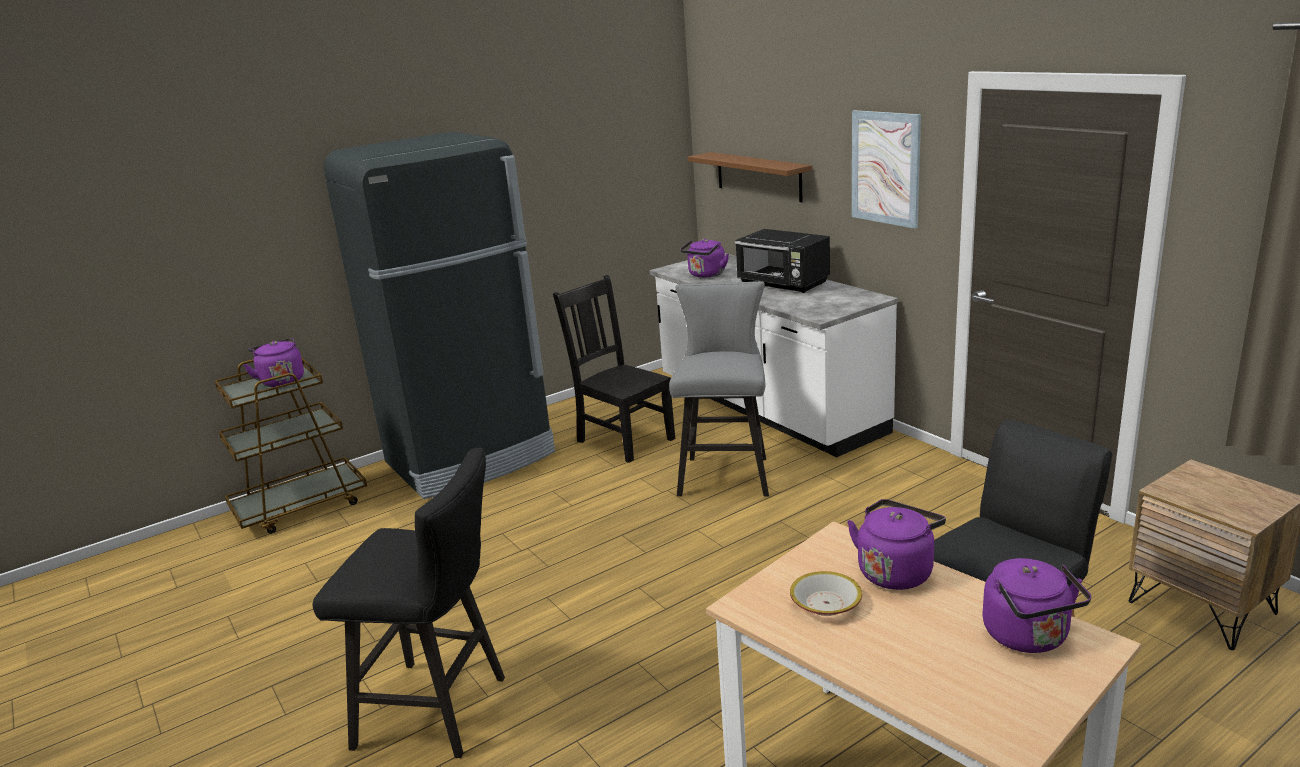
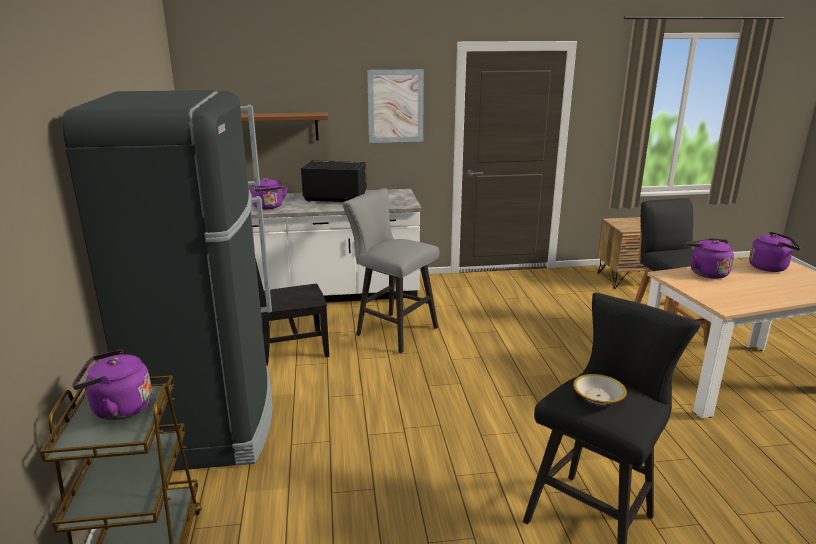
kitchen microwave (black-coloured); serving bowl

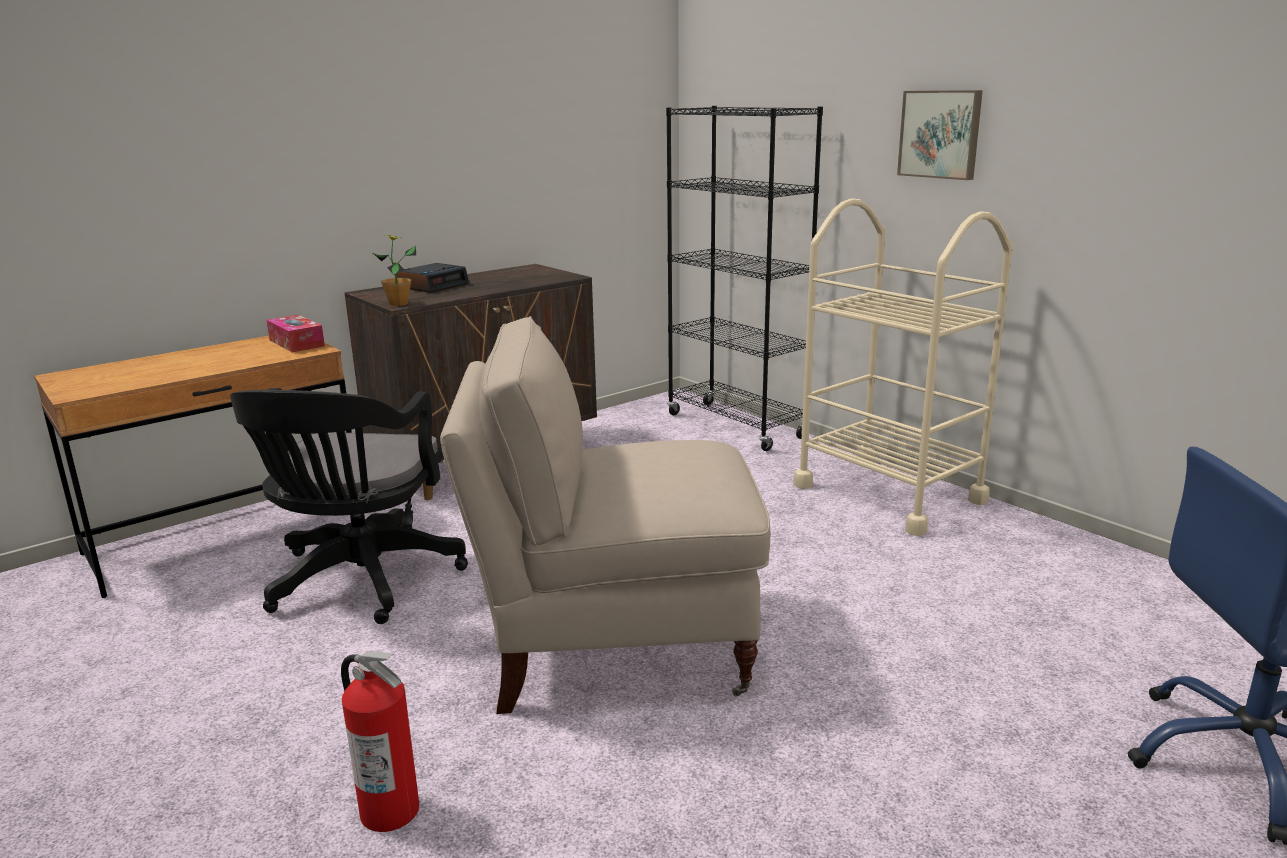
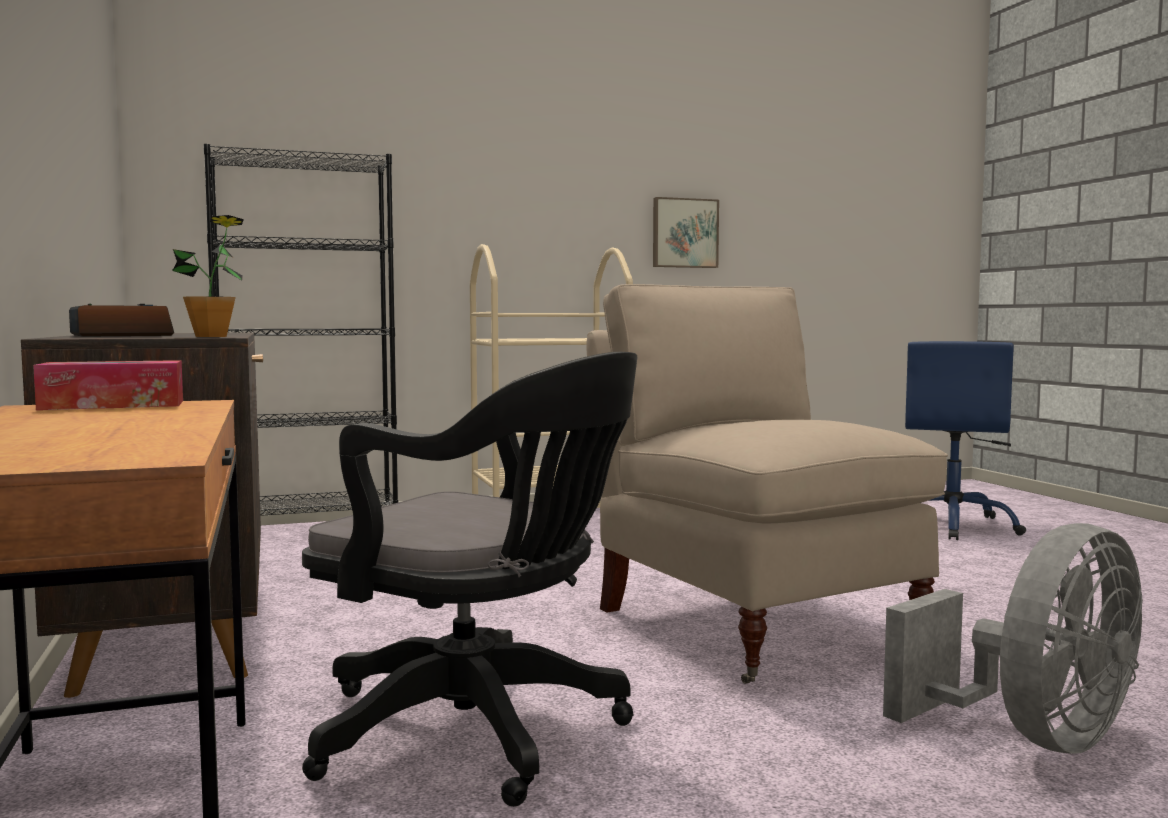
chair (sand-coloured); picture; cooling fan (greyish)

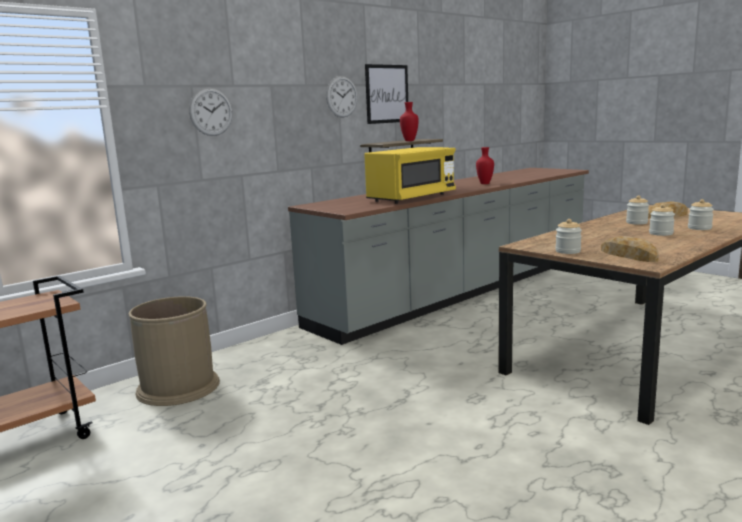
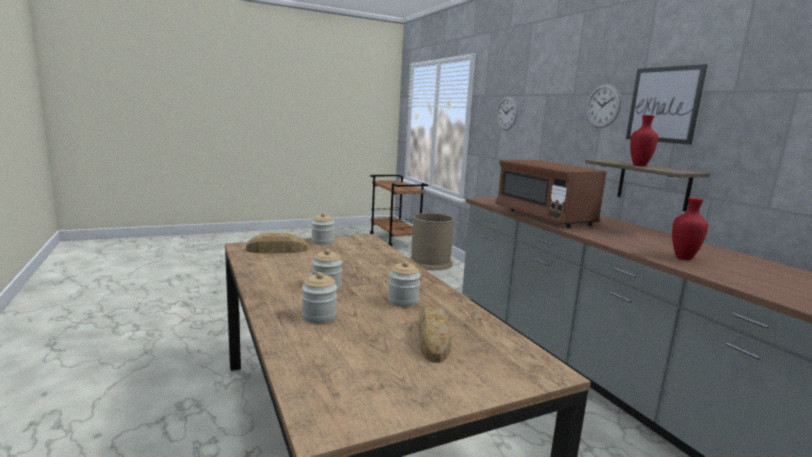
kitchen microwave (brown)

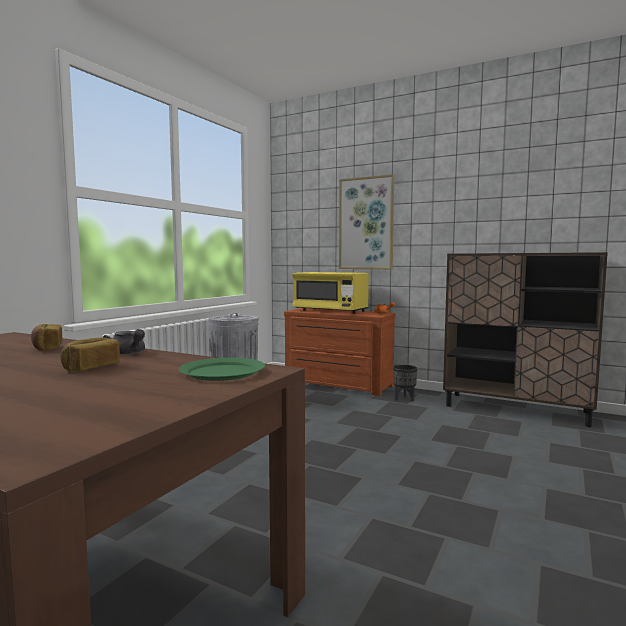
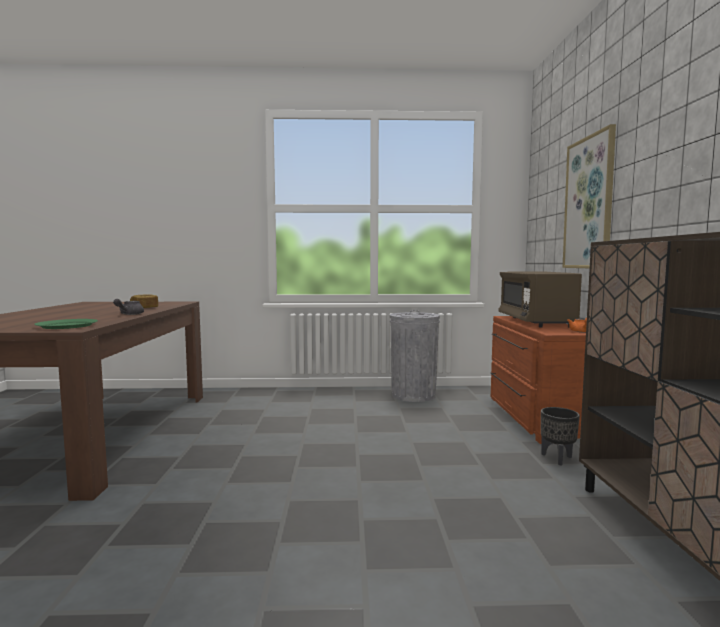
kitchen microwave (brown); bakery bread (no. 2 from left in the first image)

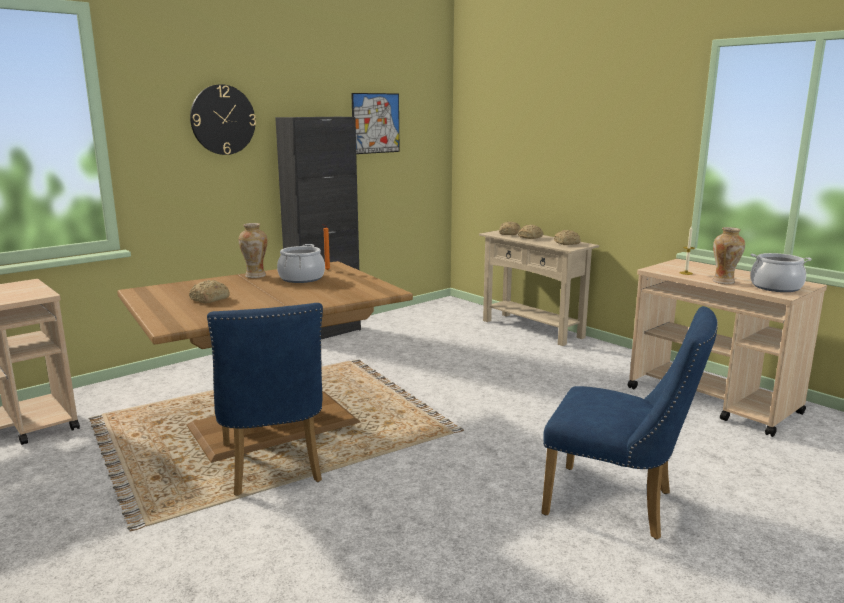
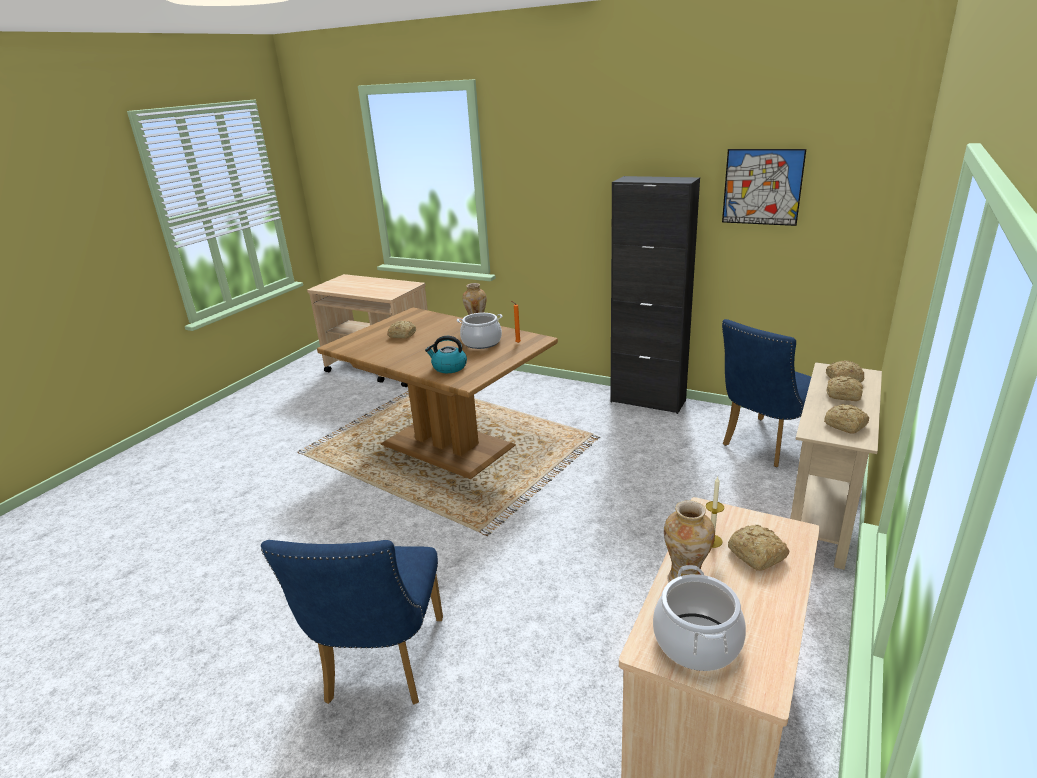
water kettle; chair (blue-coloured) (no. 2 from left); bakery bread (no. 2 from left); hanging clock

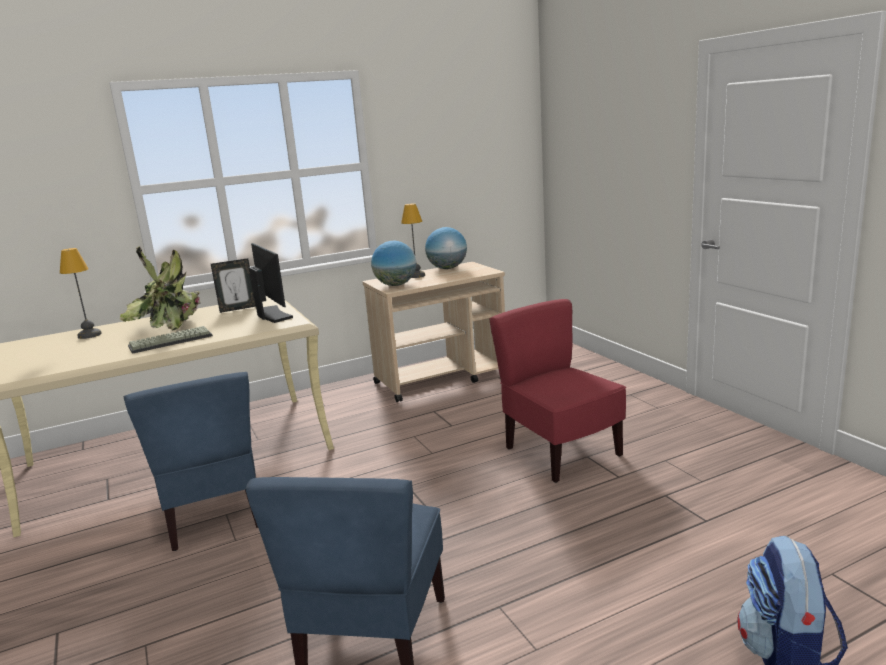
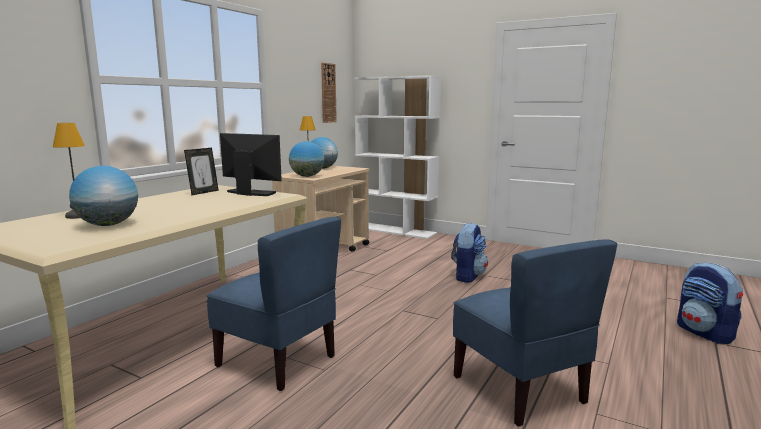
globe (no. 1 from left); hanging clock; bookshelf (whitish); rucksack (no. 1 from left); plant in a pot; keyboard

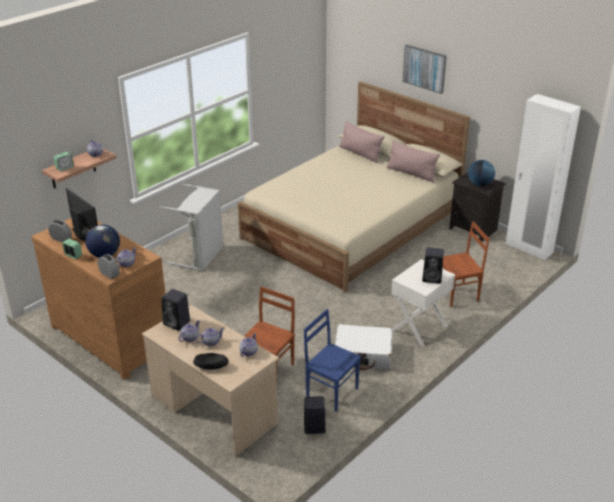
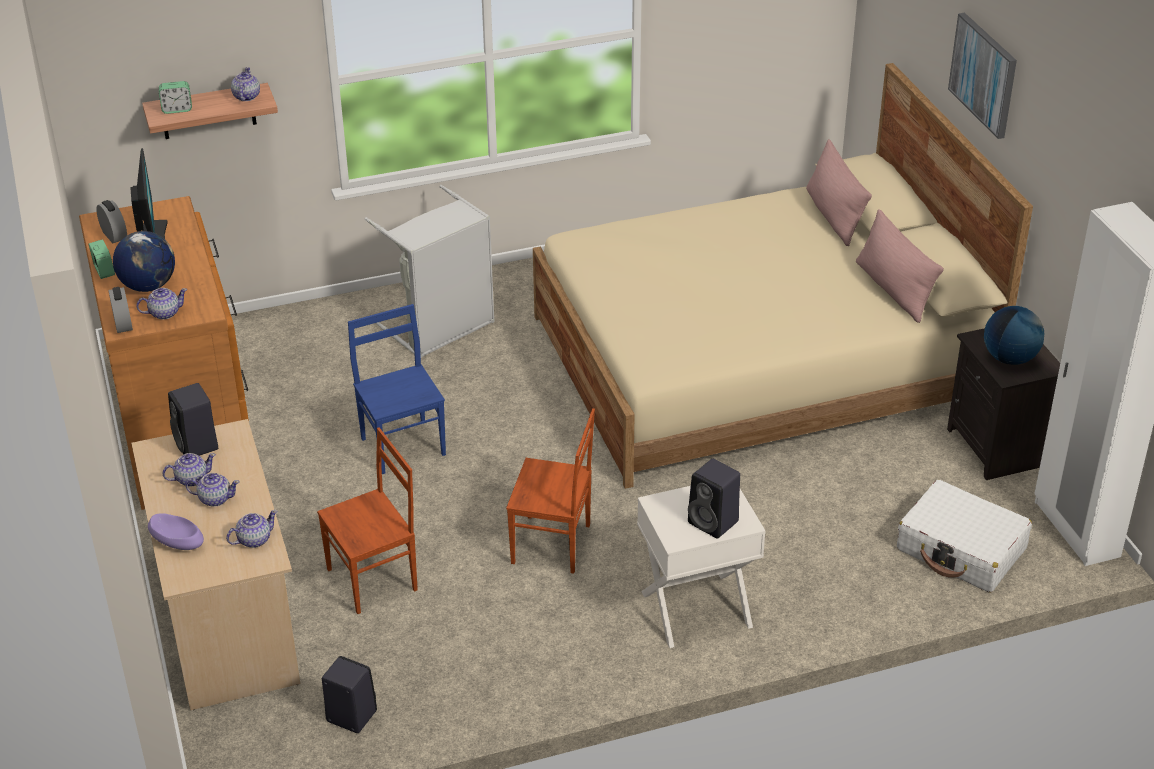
serving bowl (purple); chair (blue-coloured); chair (brown) (no. 2 from left); piece of luggage (whitish)

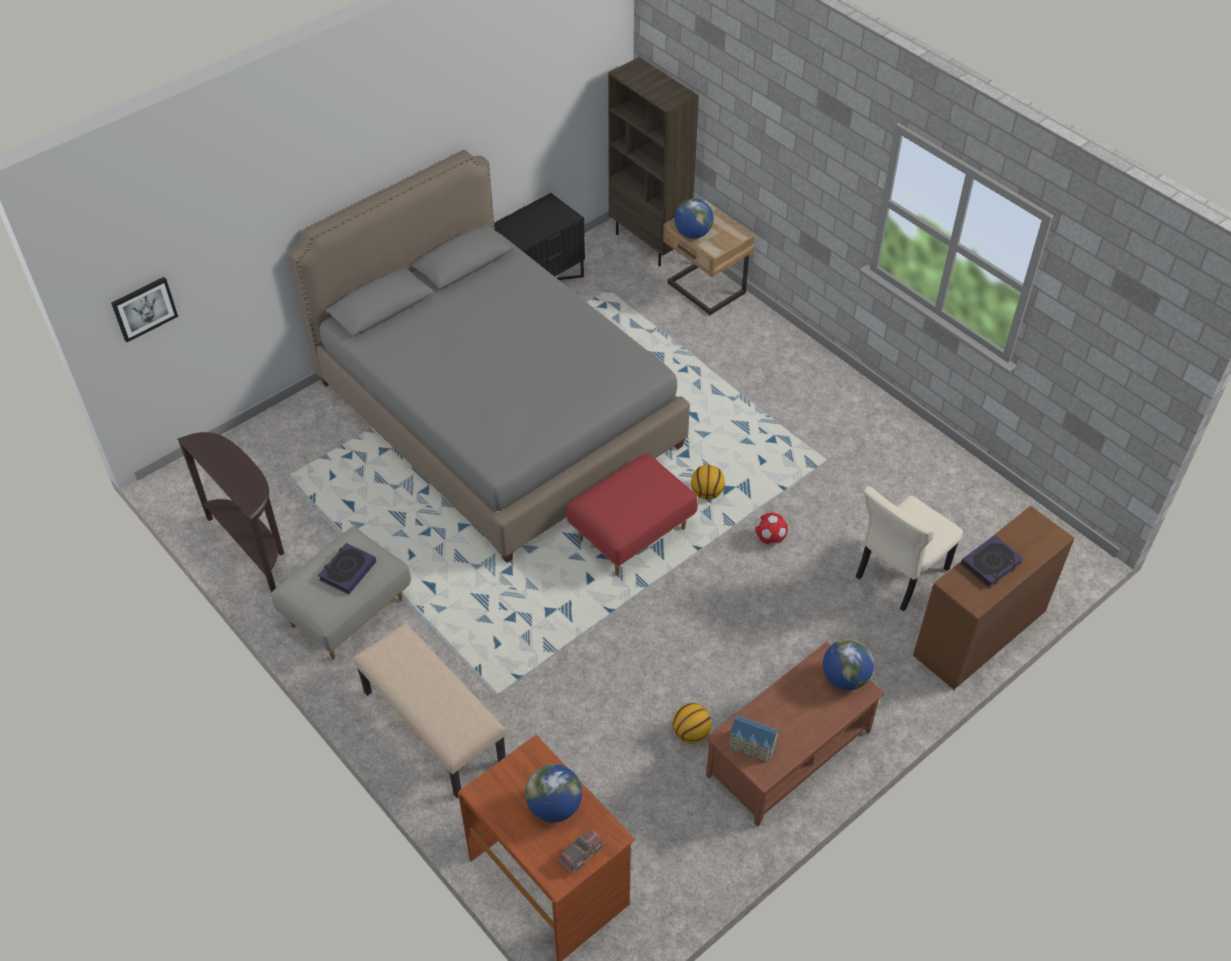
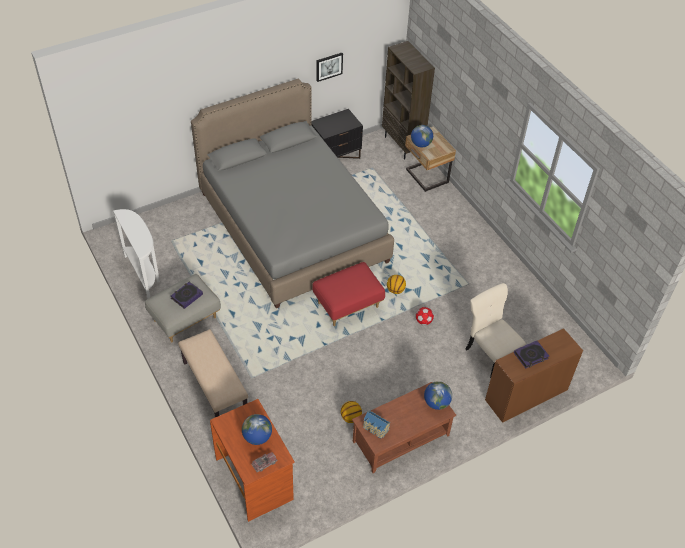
console table (whitish); picture; chair (sand-coloured)

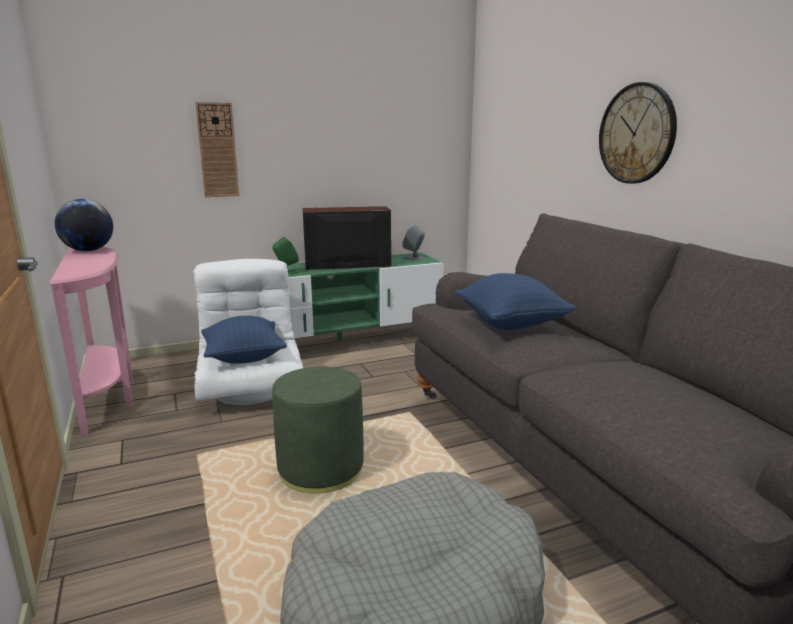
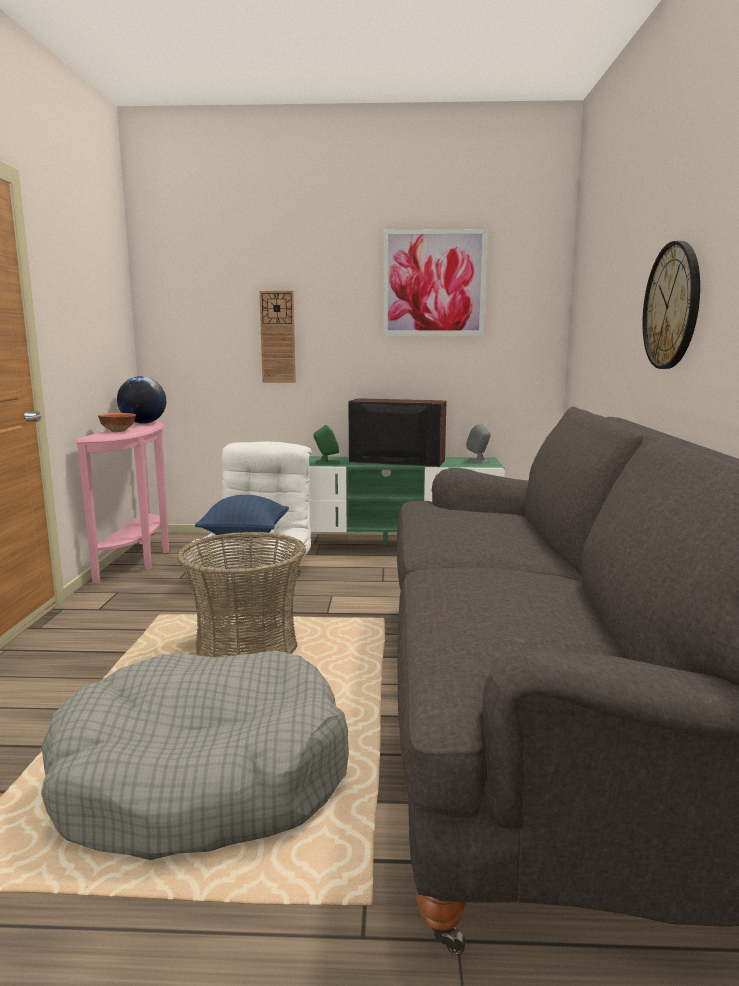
serving bowl; storage basket; picture; throw pillow (blue-coloured) (no. 2 from left in the first image)

